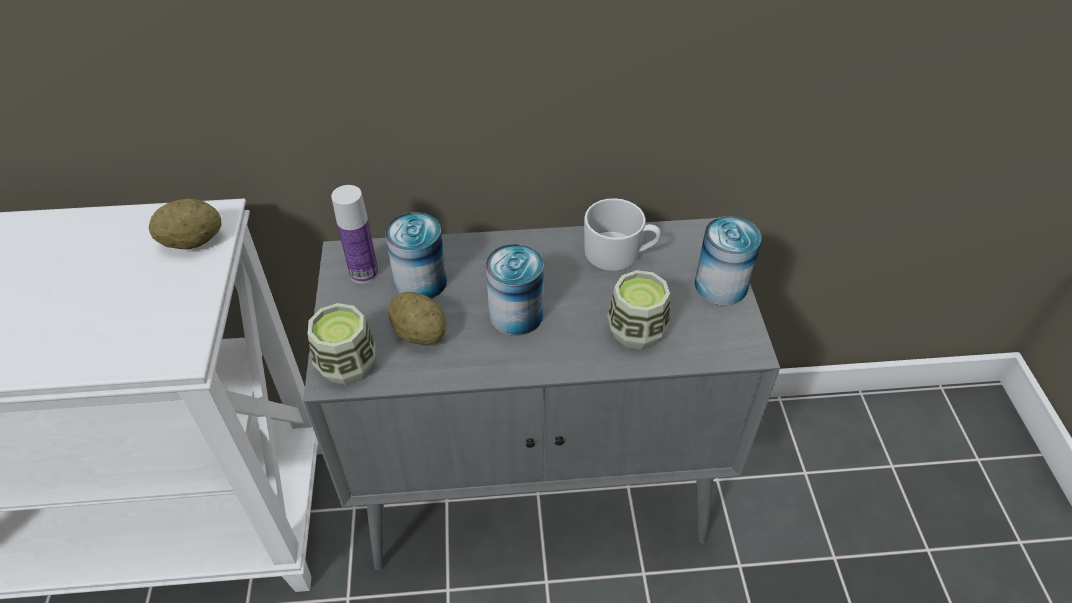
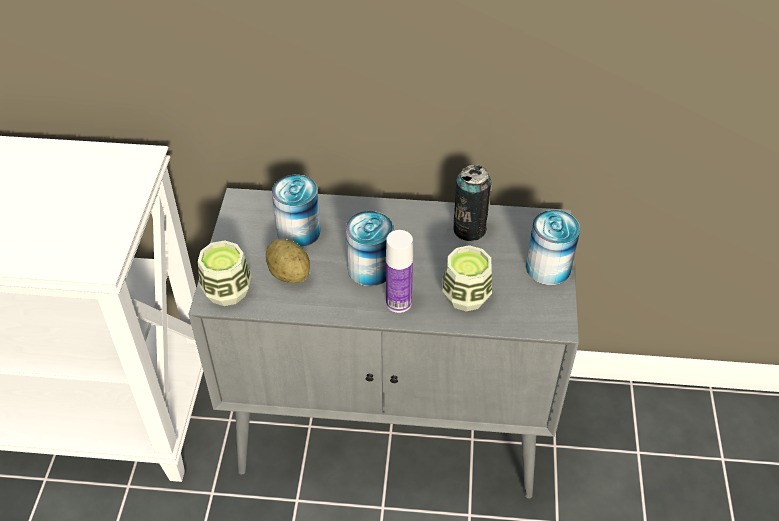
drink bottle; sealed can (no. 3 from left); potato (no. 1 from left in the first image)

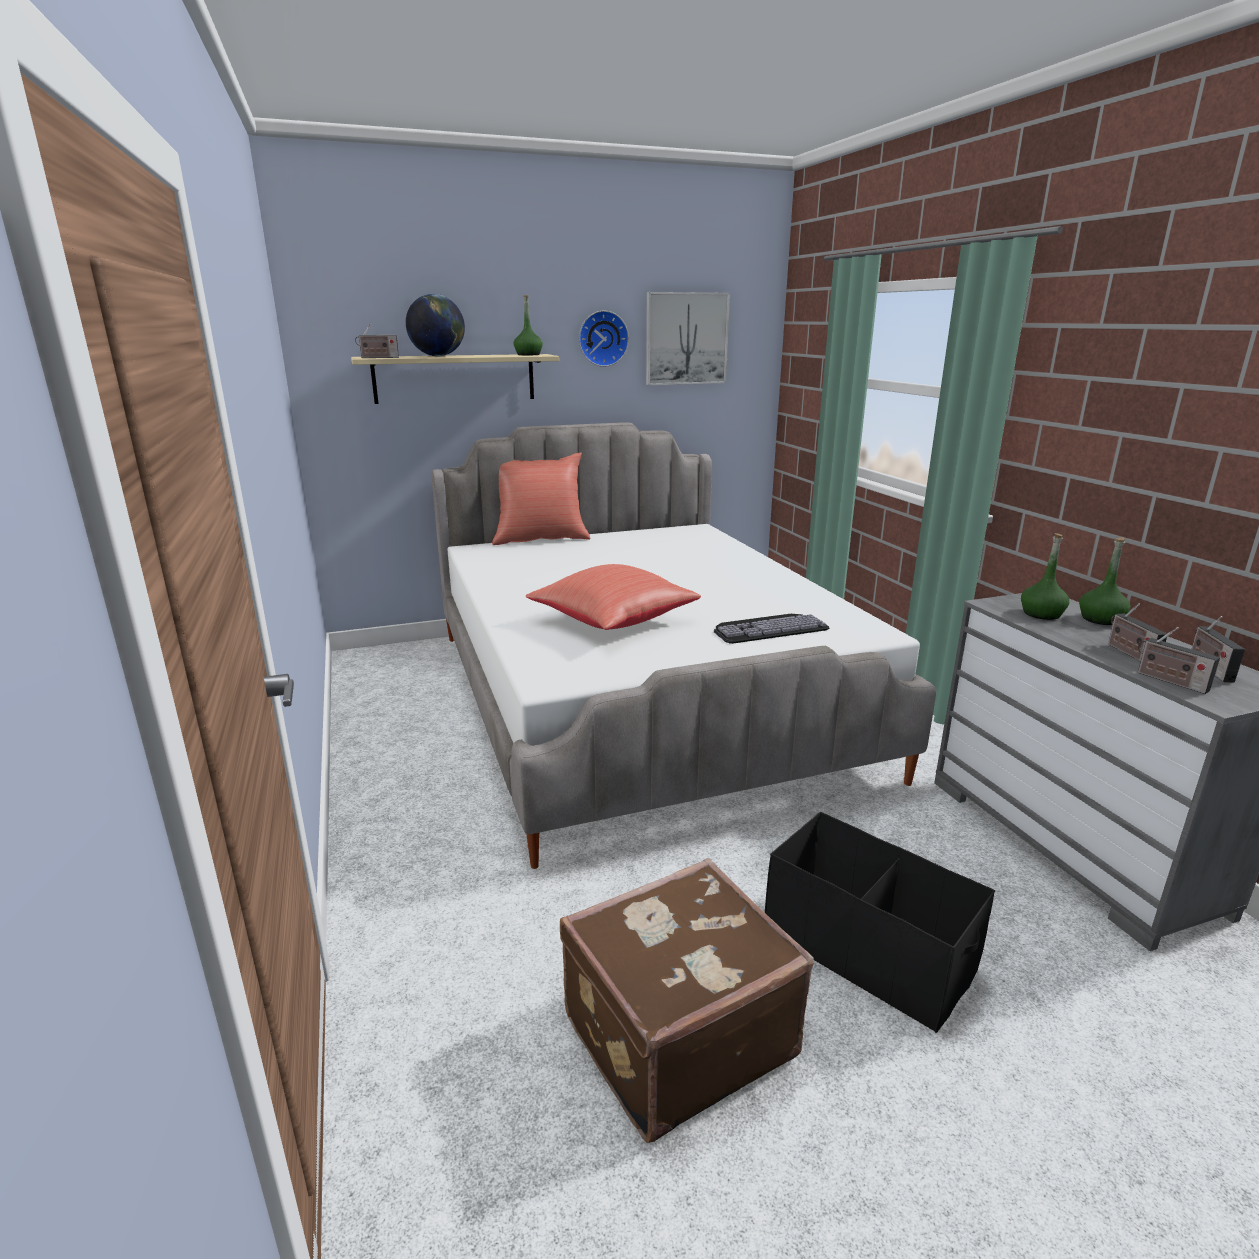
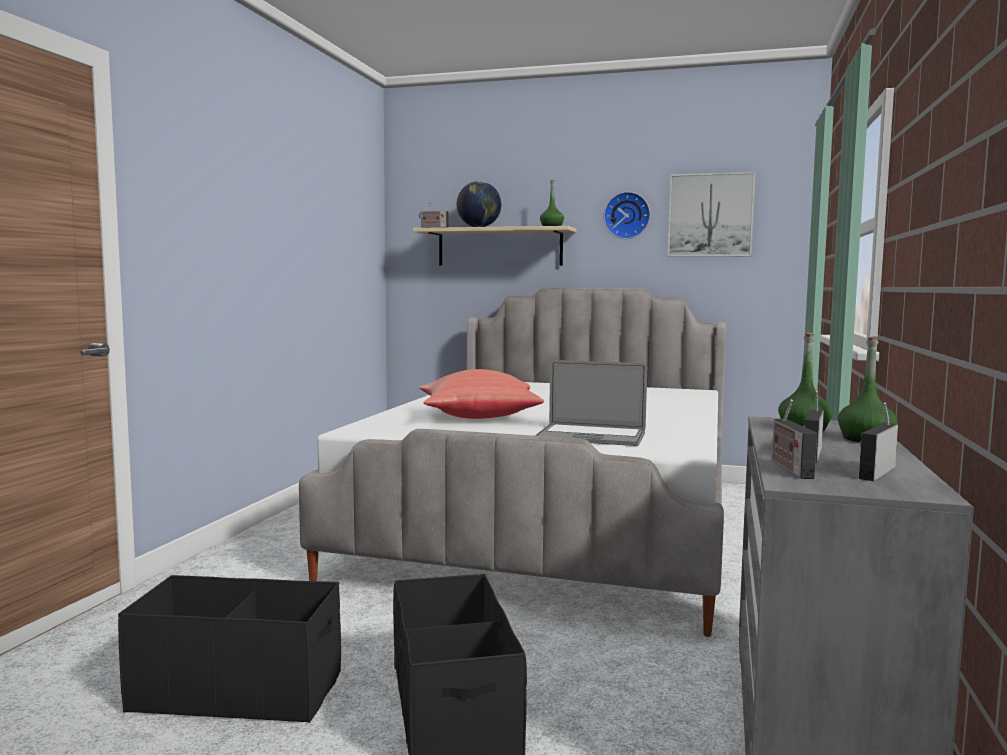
storage box (black-coloured) (no. 1 from left); laptop; throw pillow (red-coloured) (no. 1 from left in the first image)

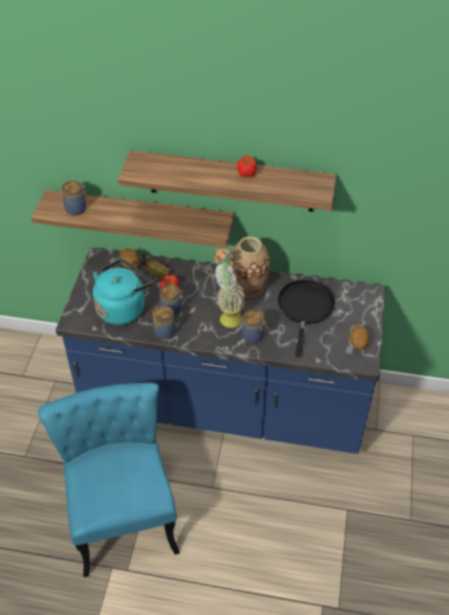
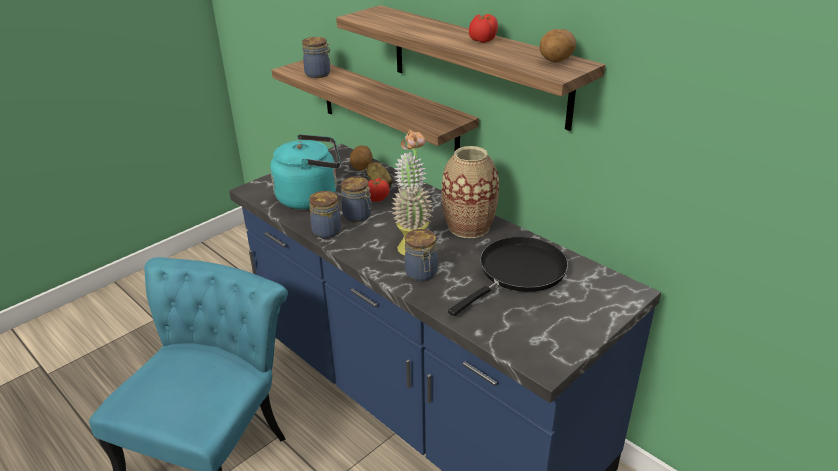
potato (no. 3 from left)

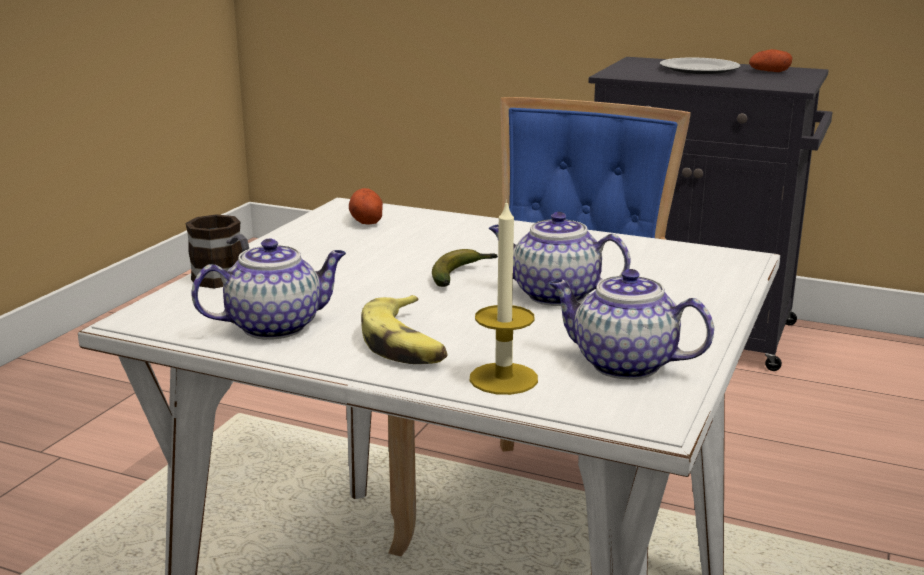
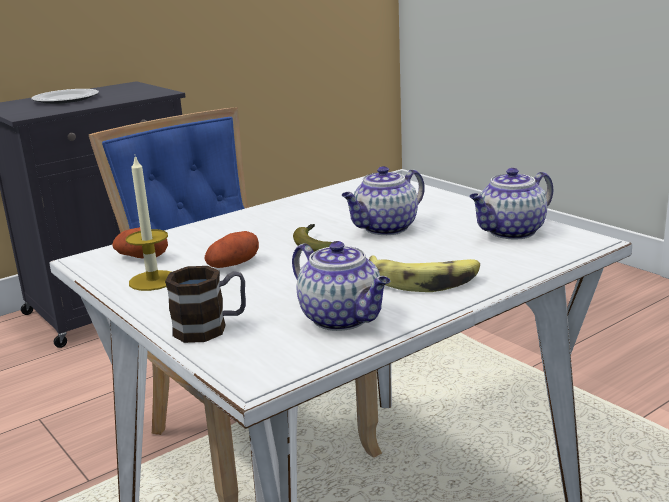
candle; potato (no. 2 from left); tea pot (no. 1 from left)

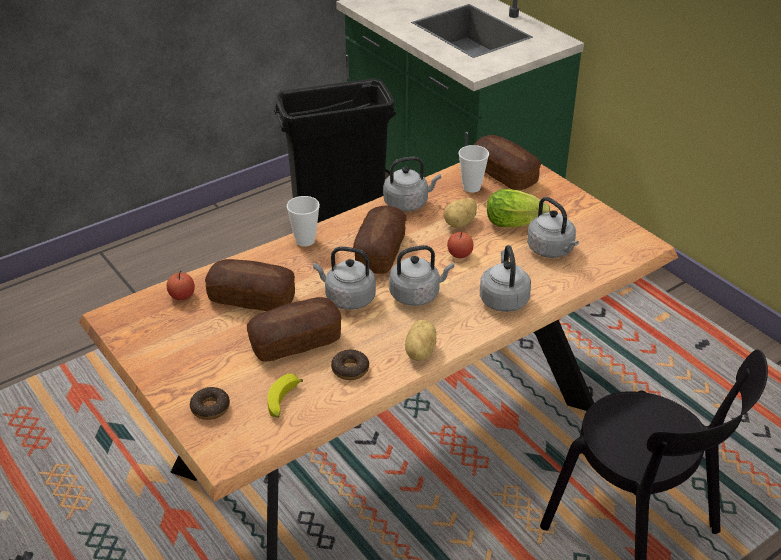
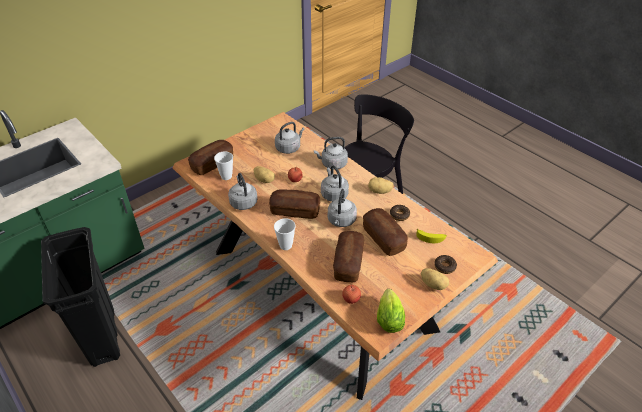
head of lettuce; potato (no. 3 from left)

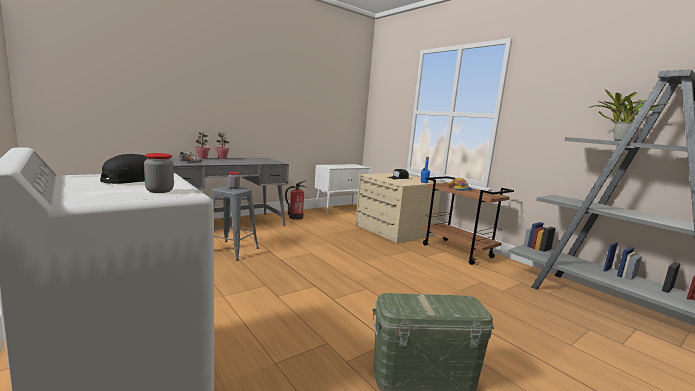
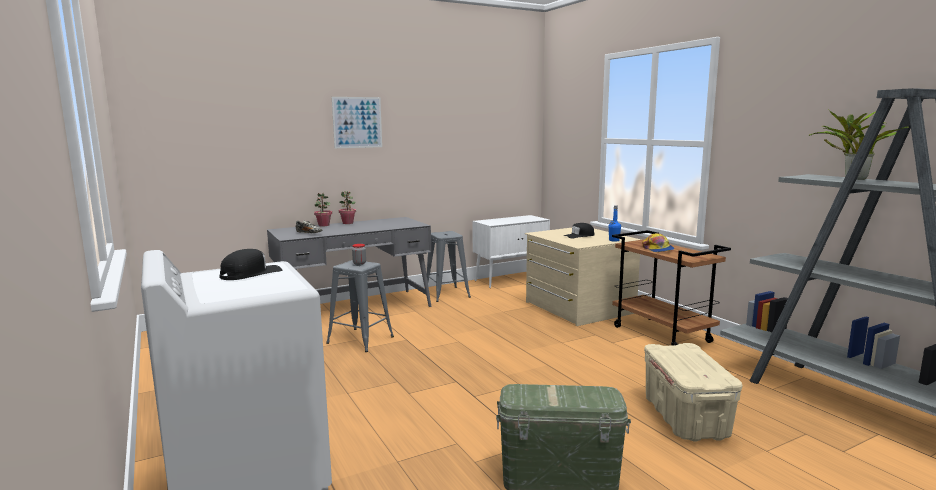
picture; stool (greyish) (no. 2 from left); storage box (sand-coloured); jar (no. 1 from left in the first image)

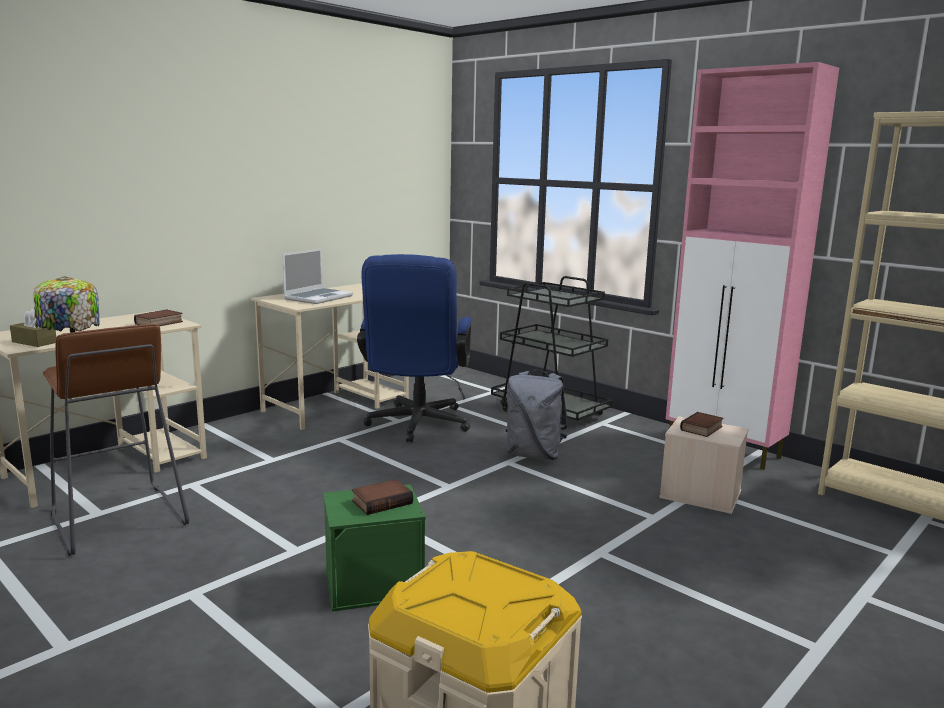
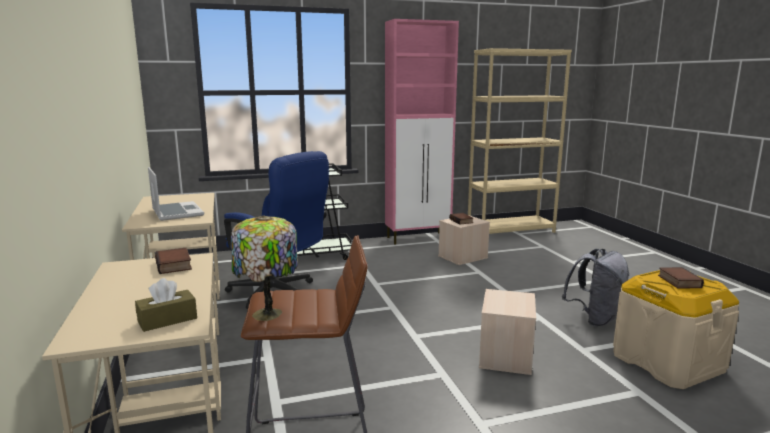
storage box (sand-coloured) (no. 2 from left); rucksack (greyish); bound book (no. 3 from left)

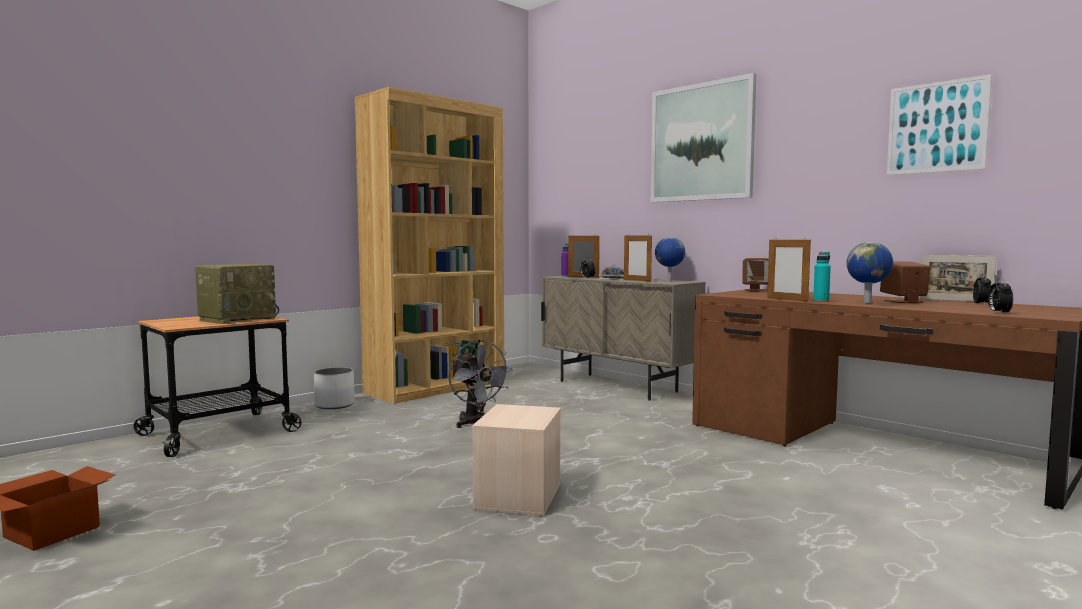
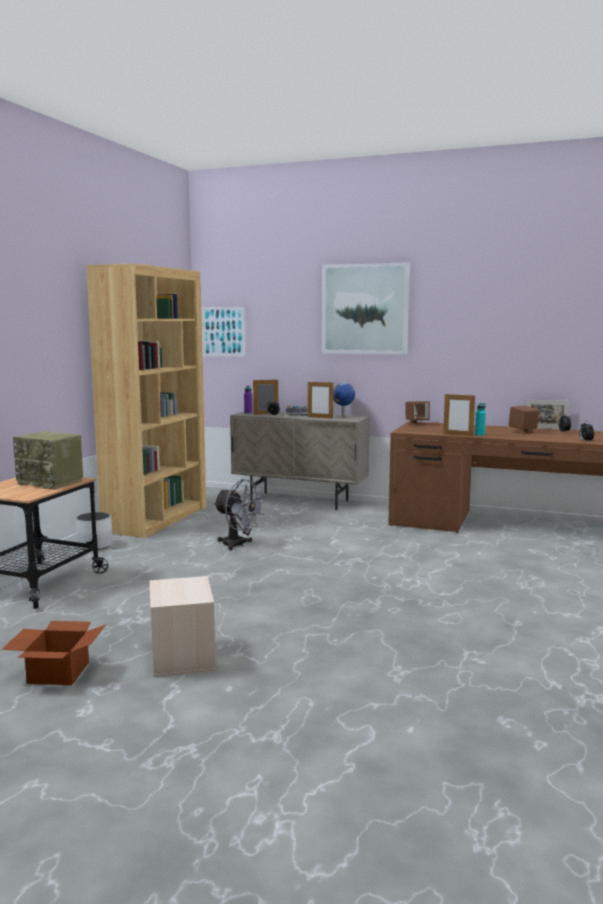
radio; storage box (sand-coloured); picture (no. 1 from left); globe (no. 2 from left in the first image)

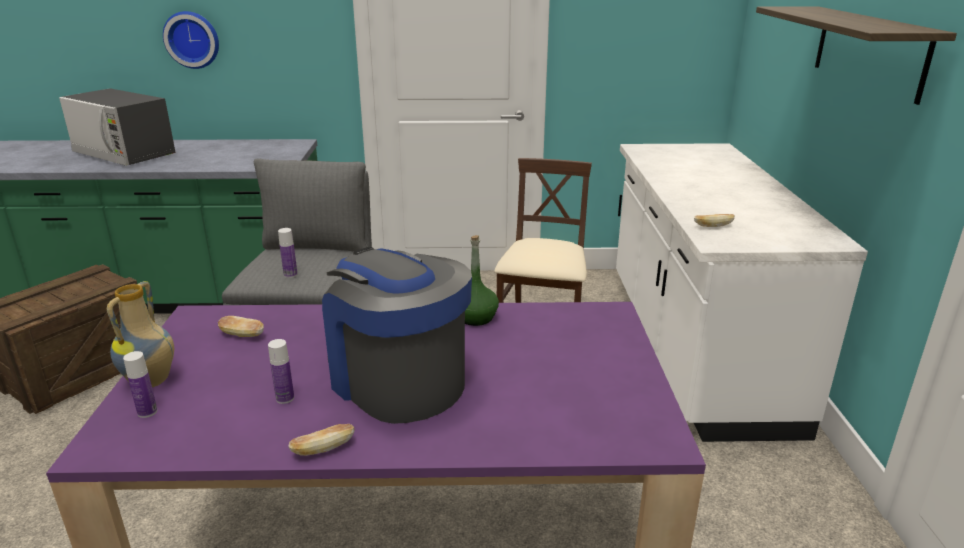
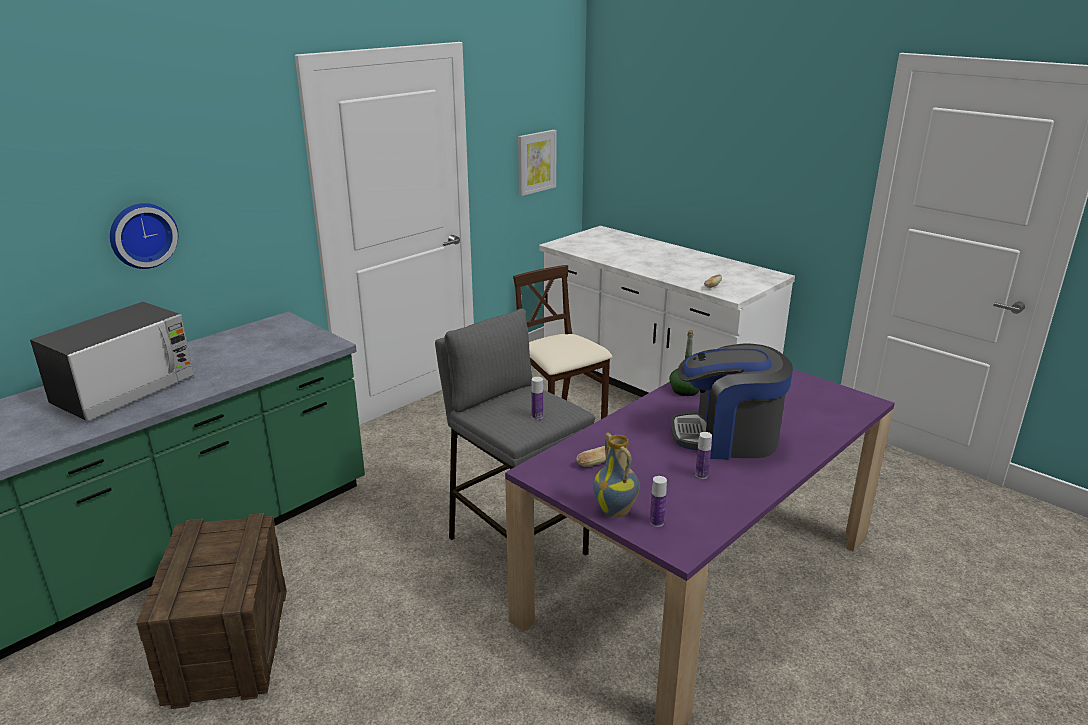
kitchen microwave; picture; bakery bread (no. 2 from left in the first image); wall shelf

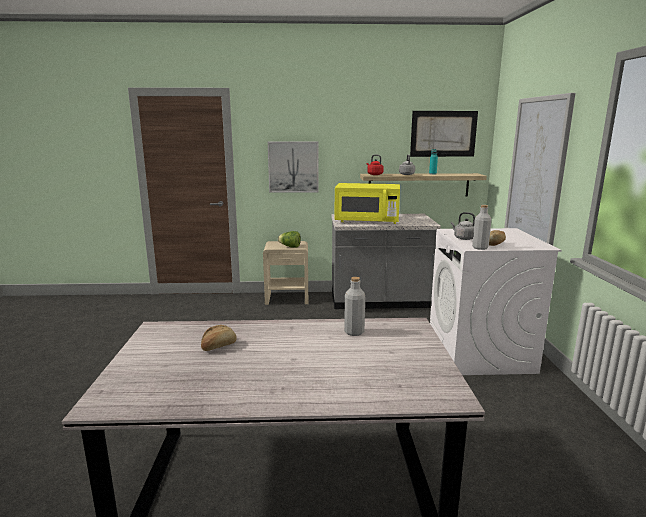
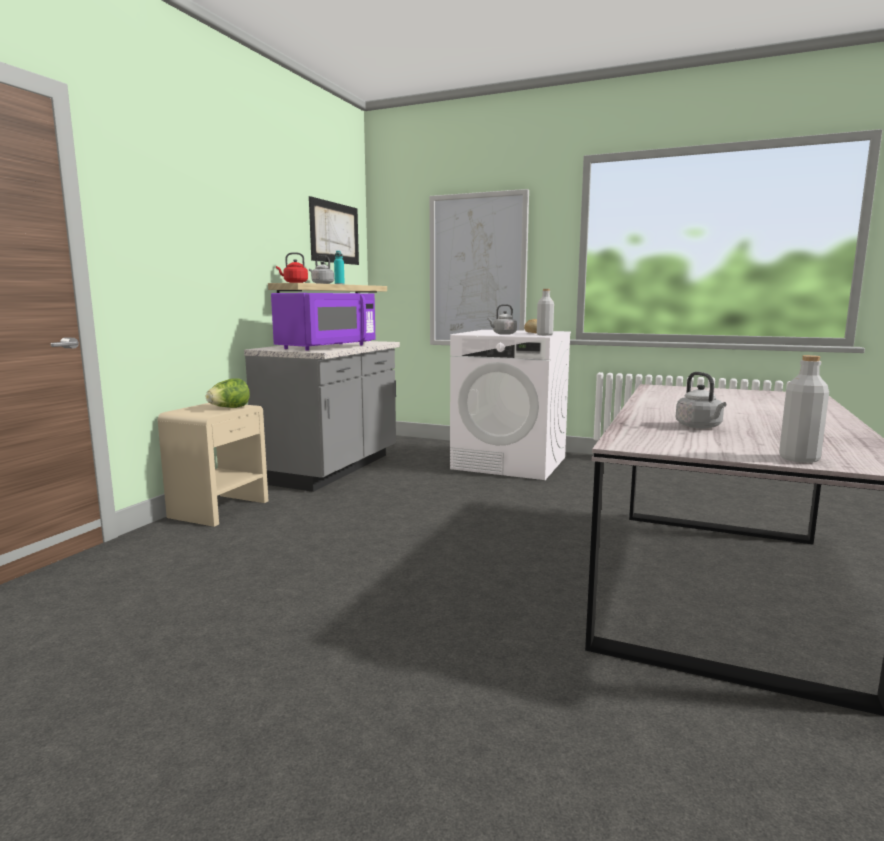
kitchen microwave (purple); water kettle (greyish) (no. 3 from left); drink bottle (greyish) (no. 2 from left); picture (no. 1 from left in the first image)

